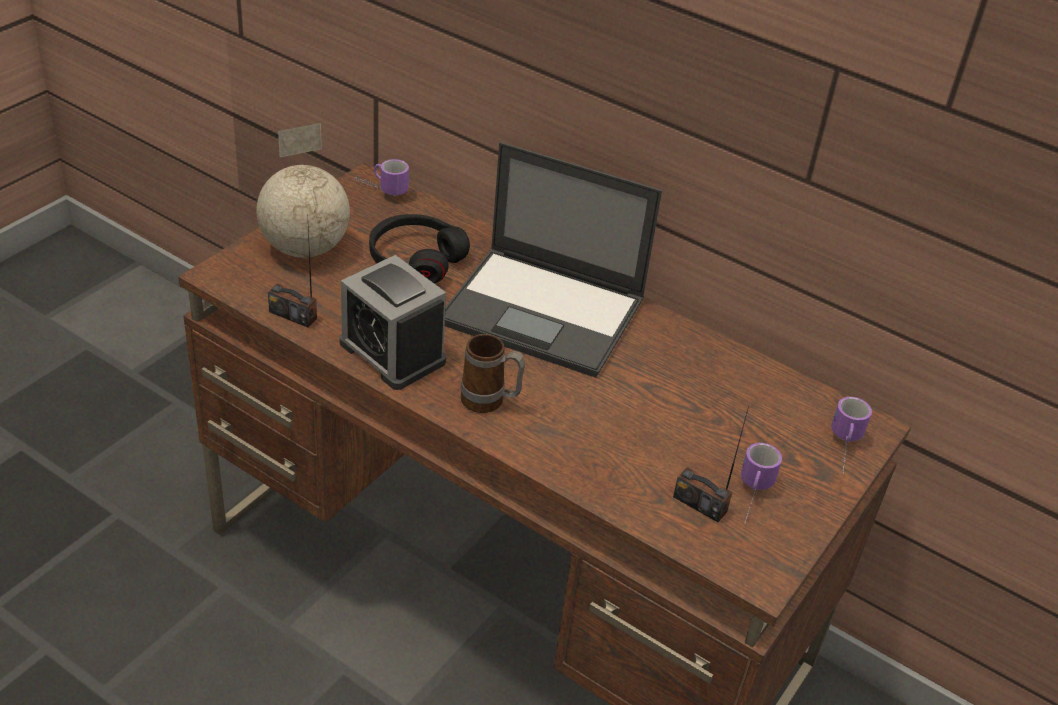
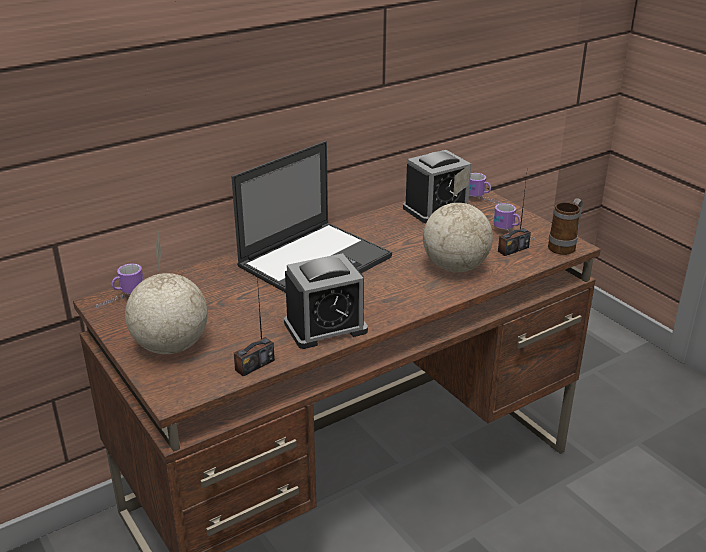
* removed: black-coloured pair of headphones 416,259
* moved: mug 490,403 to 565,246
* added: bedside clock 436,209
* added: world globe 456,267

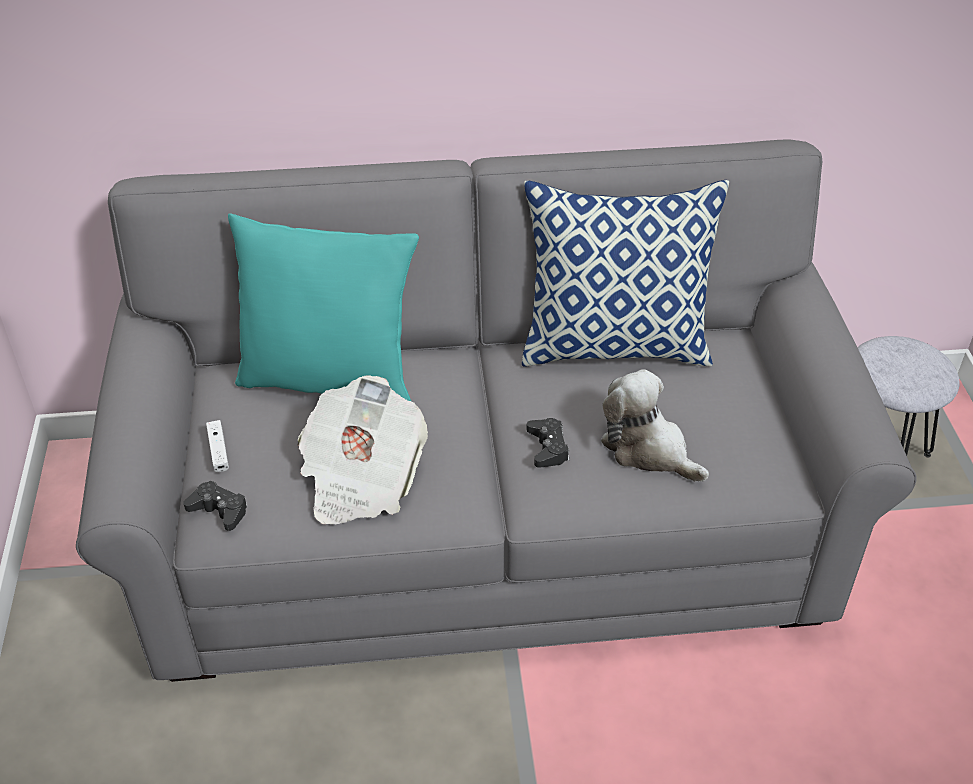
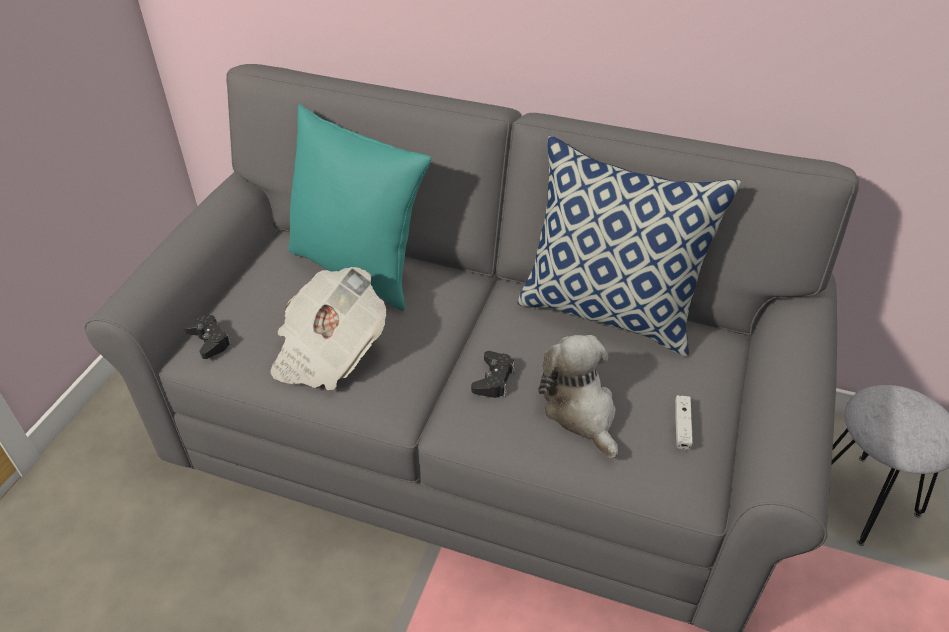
* moved: white game controller 218,451 to 682,426

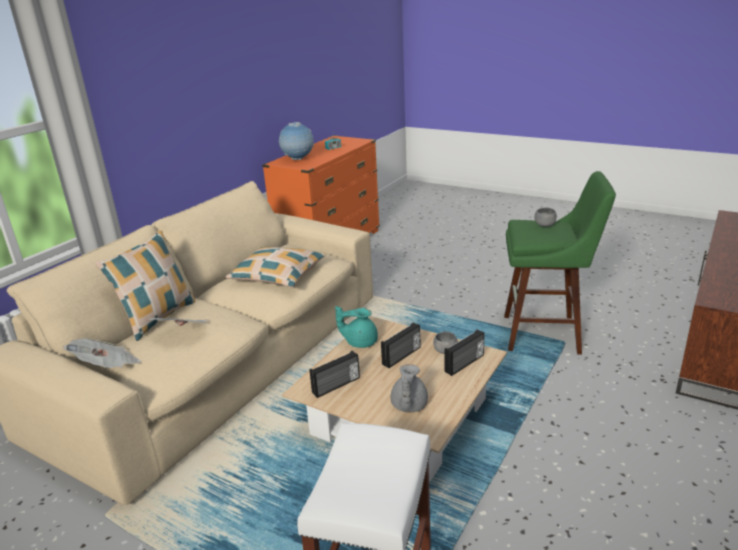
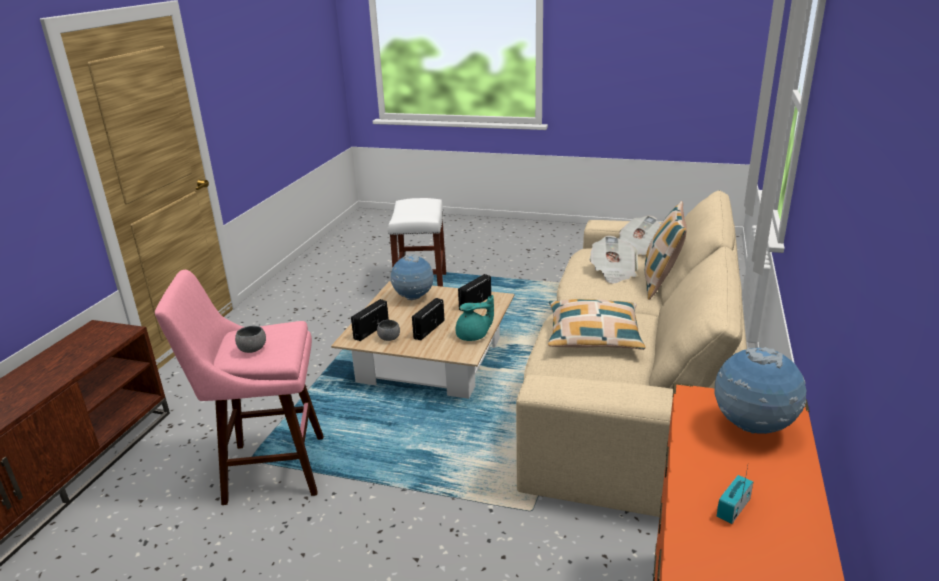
* replaced: greyish pot for tea 408,406 to world globe 413,298
* recoloured: greenish sitting stool 546,334 to pink sitting stool 268,469

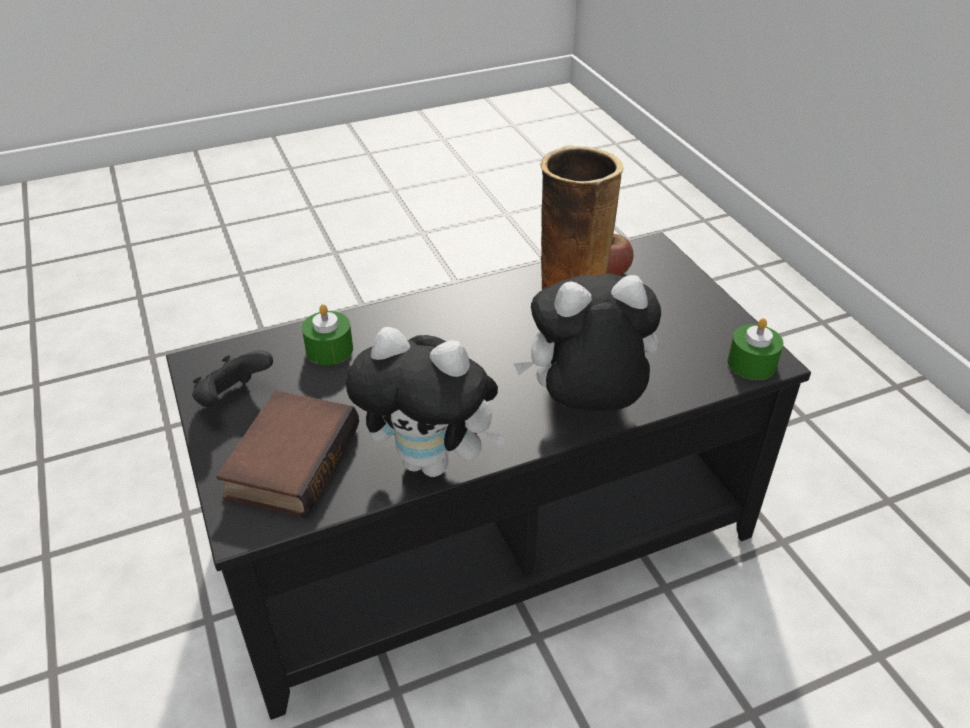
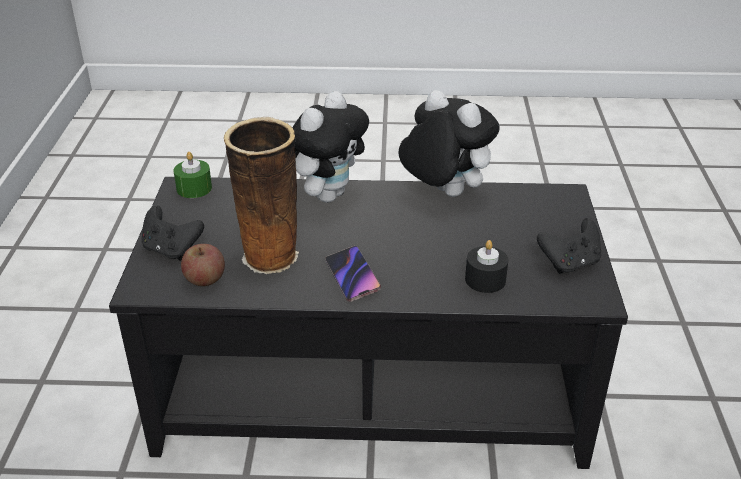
* removed: book 290,460
* recoloured: greenish wax candle 329,349 to black-coloured wax candle 485,279
* turned: plush toy 585,407 = 327,194 75 degrees counterclockwise
* added: black-coloured game controller 172,250
* added: telephone 352,277

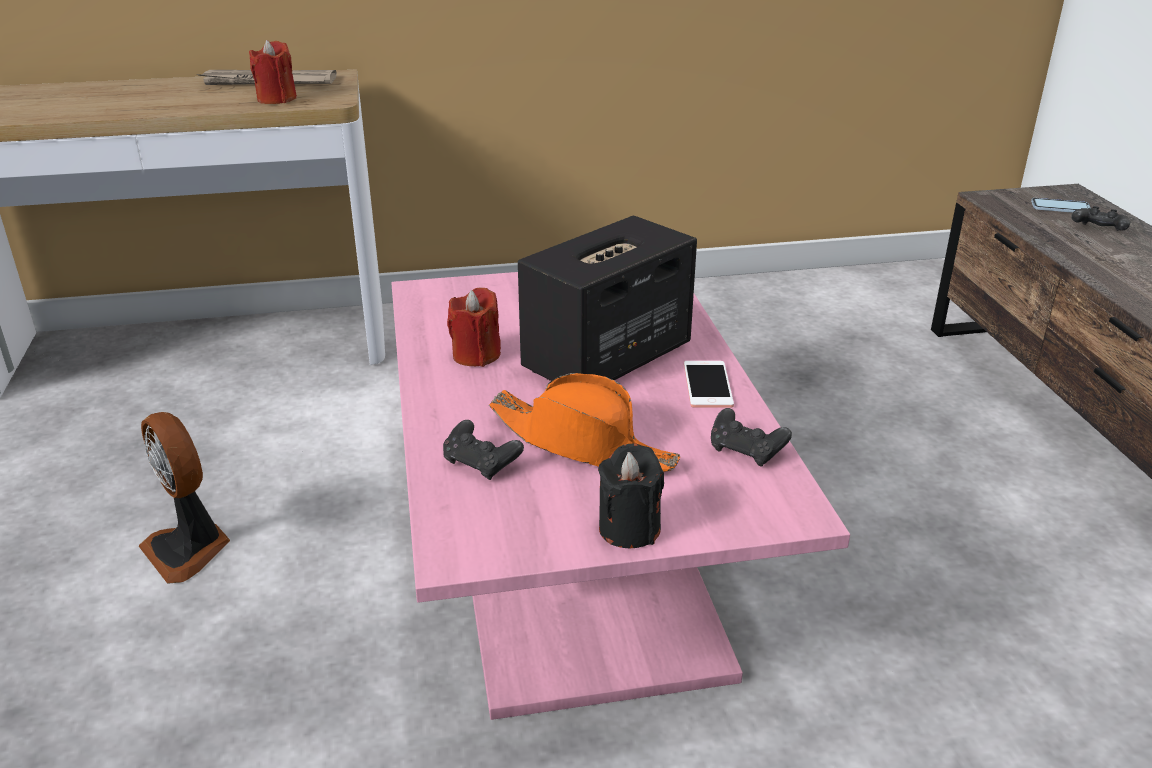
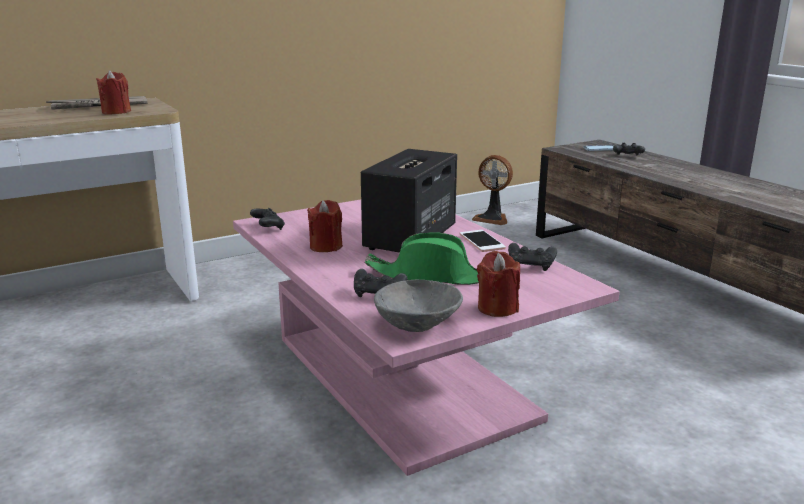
* moved: cooling fan 189,549 to 492,219
* recoloured: orange clothing hat 582,443 to greenish clothing hat 433,276
* recoloured: black-coloured wax candle 629,529 to red wax candle 497,308
* added: black-coloured game controller 268,227
* added: greyish deep dish 419,324

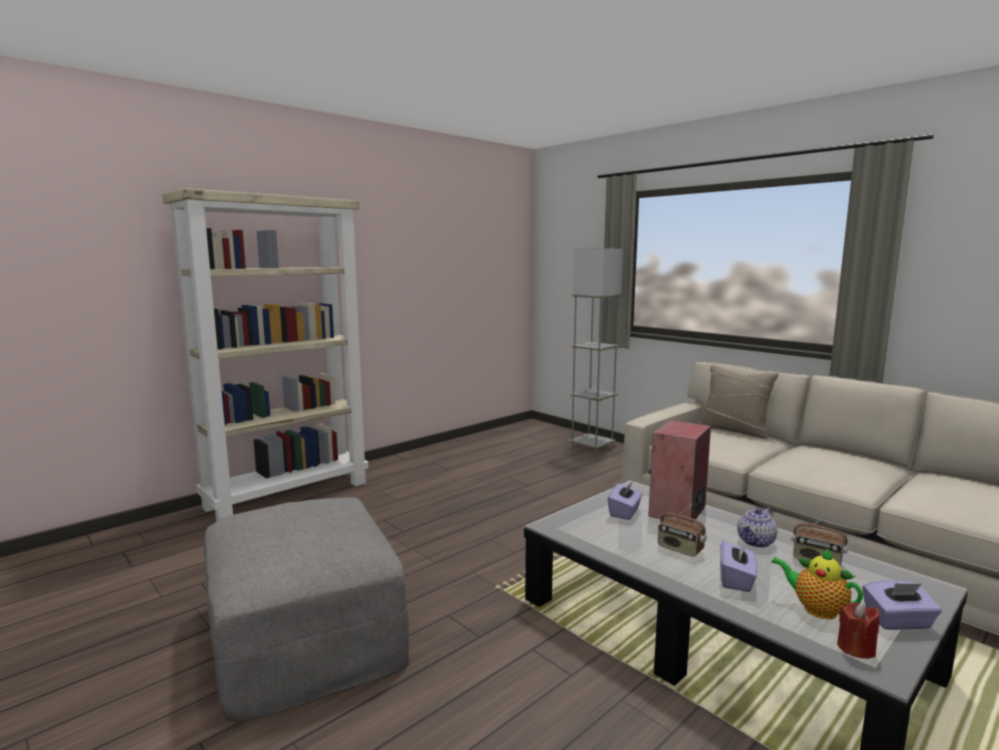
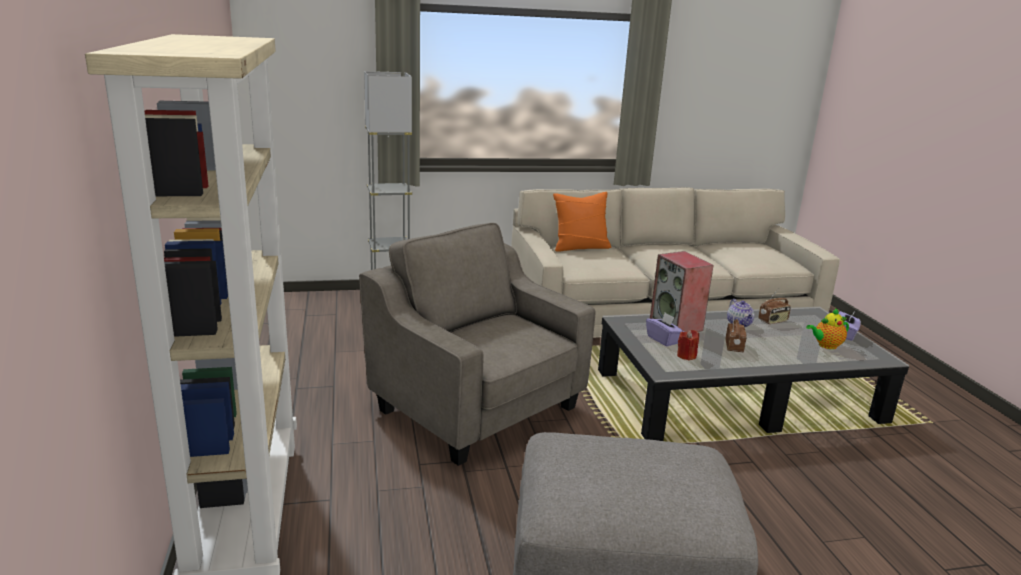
* turned: radio set 680,549 = 734,347 60 degrees counterclockwise
* recoloured: beige-coloured cushion 734,430 to orange cushion 580,247
* removed: purple-coloured tissue holder 736,580
* moved: red wax candle 856,648 to 686,356
* added: greyish lounge chair 478,408

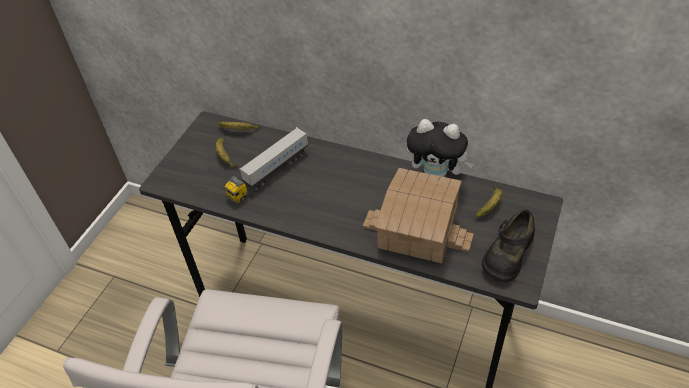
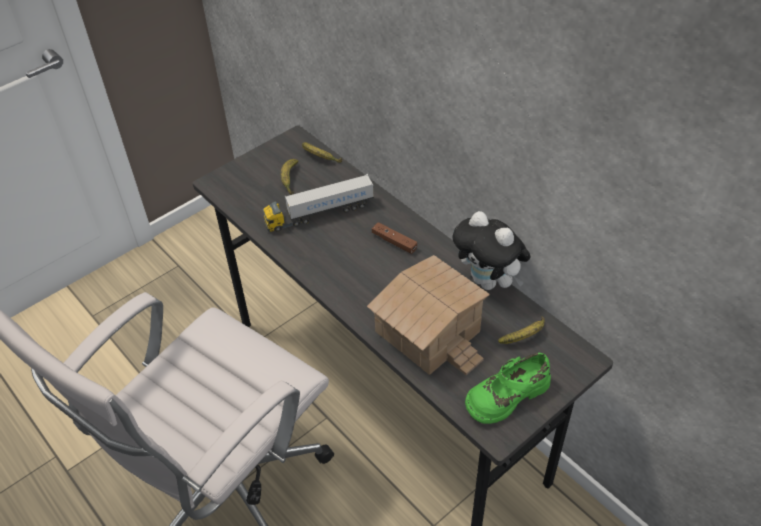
* recoloured: black-coloured low shoe 507,253 to greenish low shoe 506,395
* added: brownish game controller 394,242

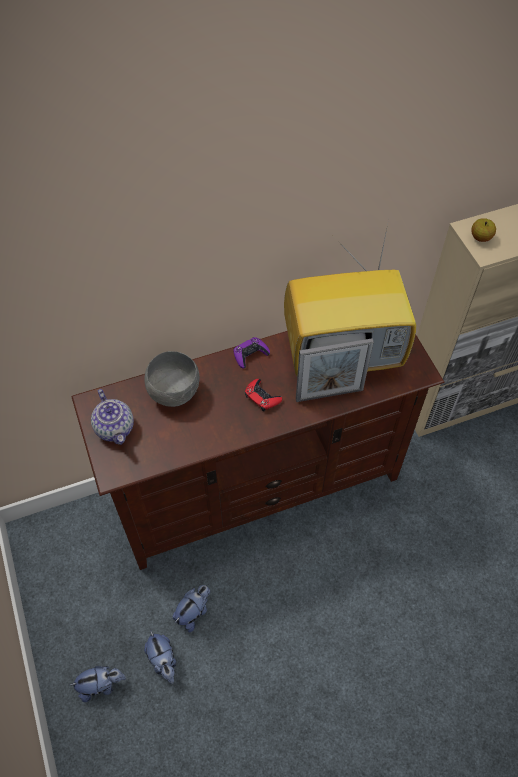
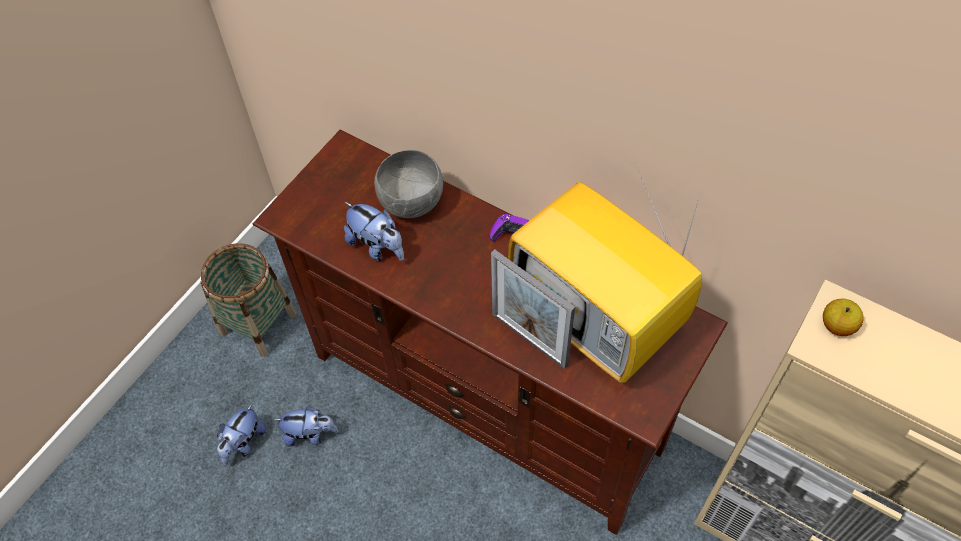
* moved: plush toy 101,685 to 377,247
* removed: pot for tea 115,428
* removed: red game controller 262,397
* added: storage basket 258,323

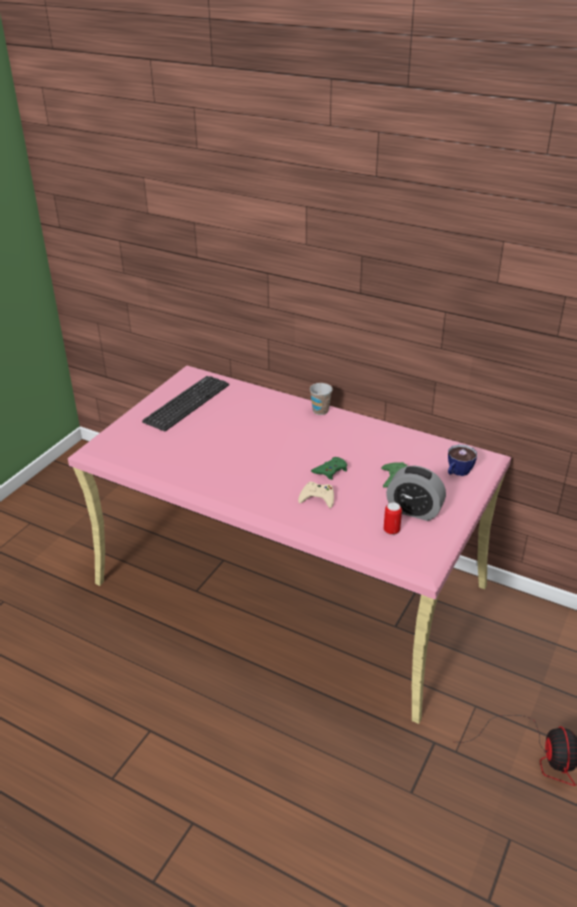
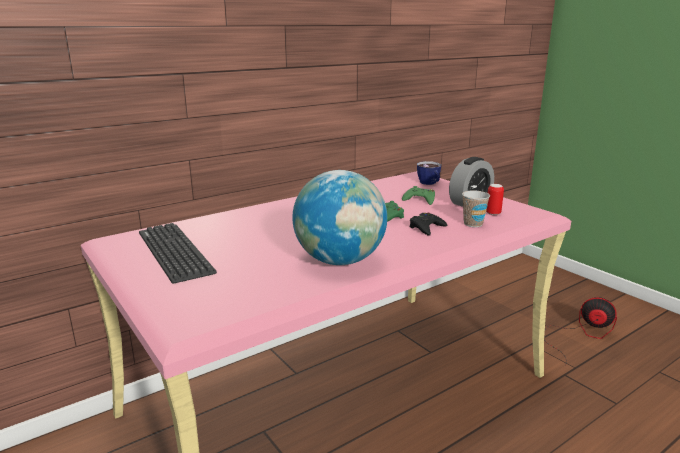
* recoloured: beige-coloured game controller 317,498 to black-coloured game controller 426,228
* moved: cup 320,411 to 473,224
* added: world globe 340,261

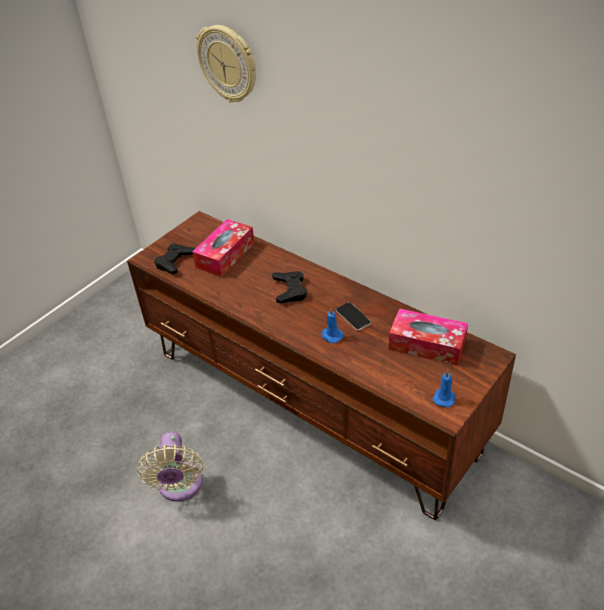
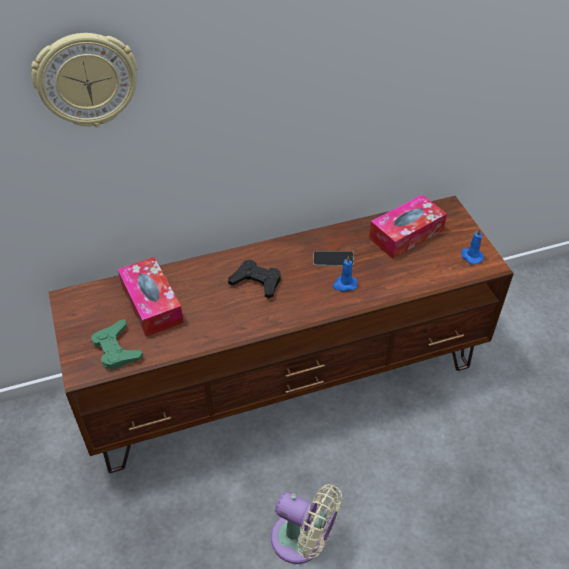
* recoloured: black-coloured game controller 175,261 to greenish game controller 116,349

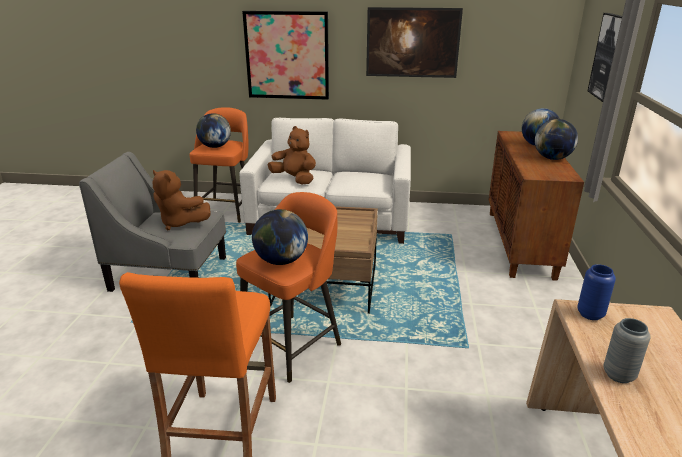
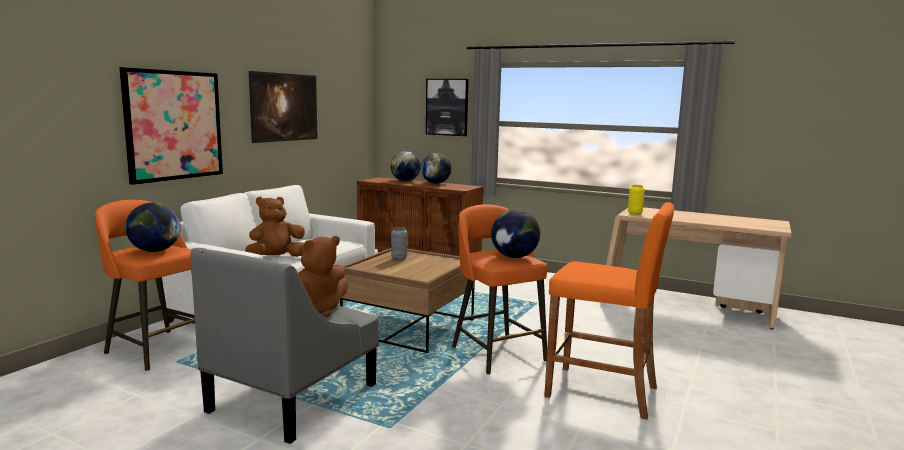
* recoloured: blue decorative vase 590,314 to yellowish decorative vase 635,213
* moved: greyish decorative vase 618,375 to 399,258

